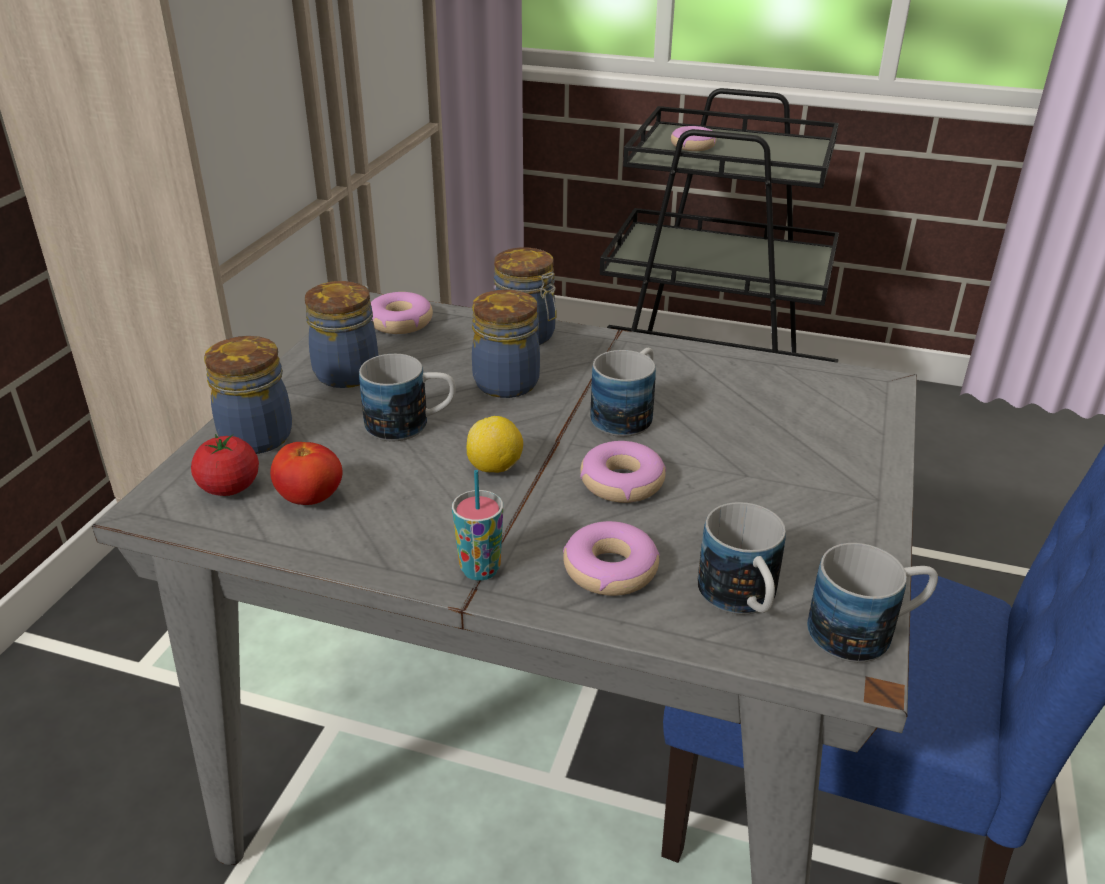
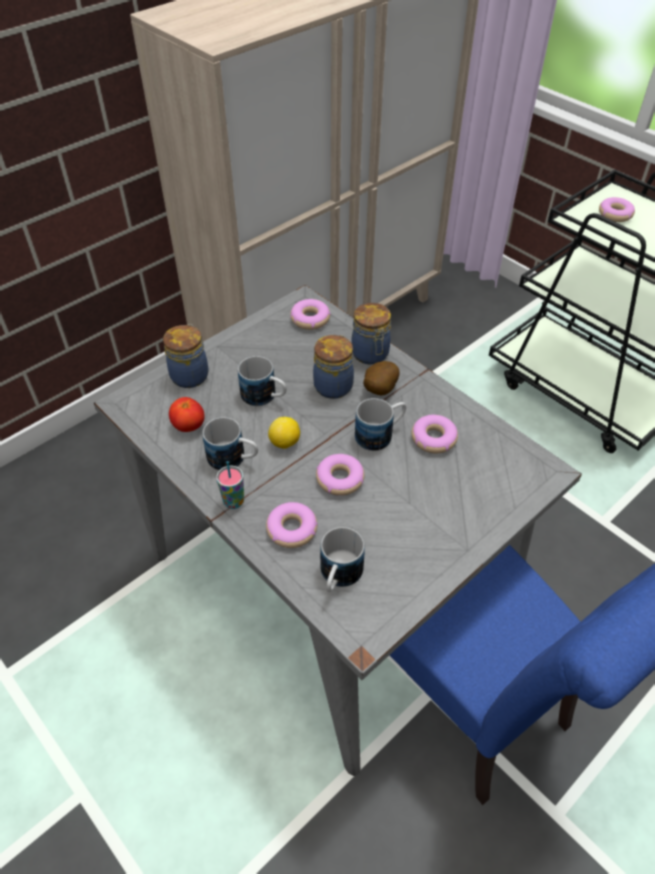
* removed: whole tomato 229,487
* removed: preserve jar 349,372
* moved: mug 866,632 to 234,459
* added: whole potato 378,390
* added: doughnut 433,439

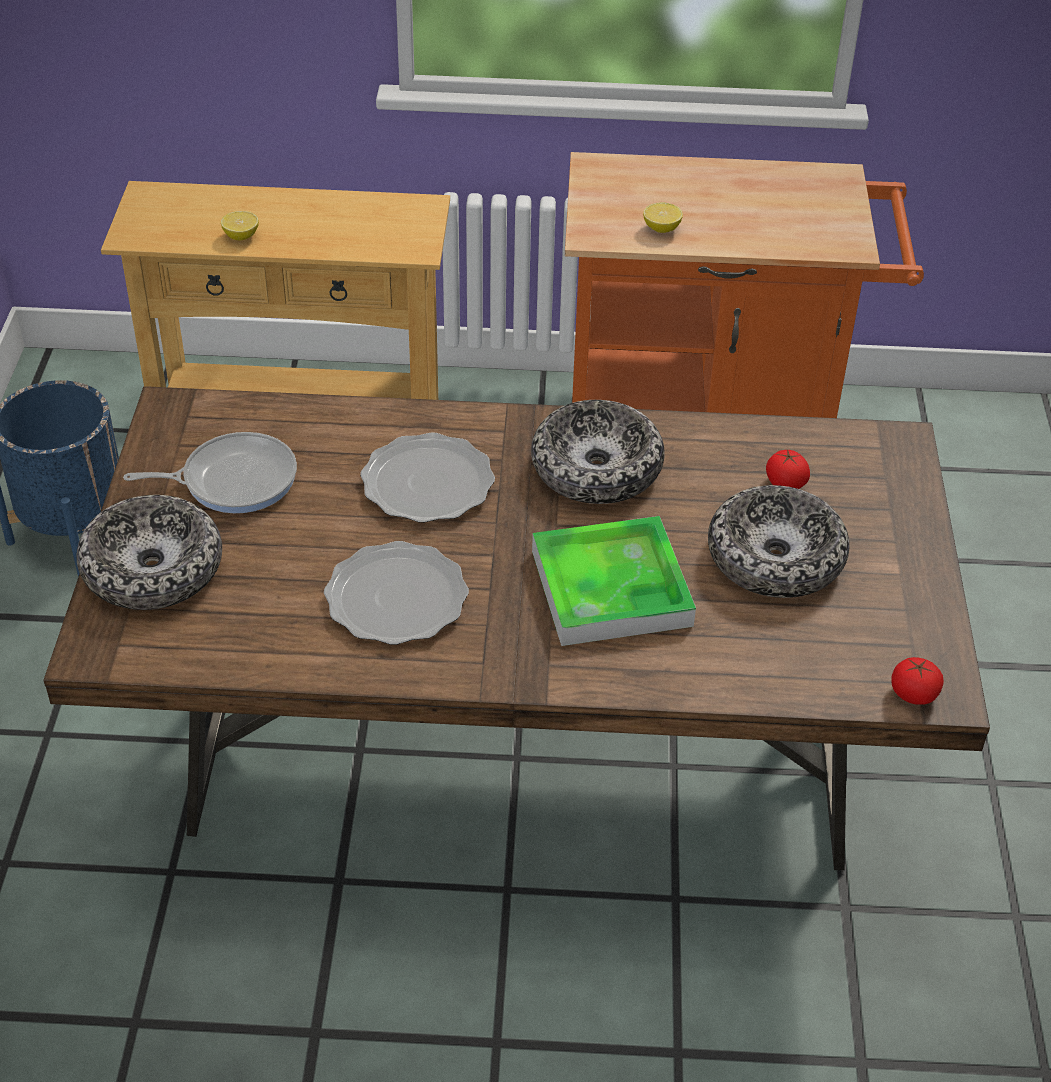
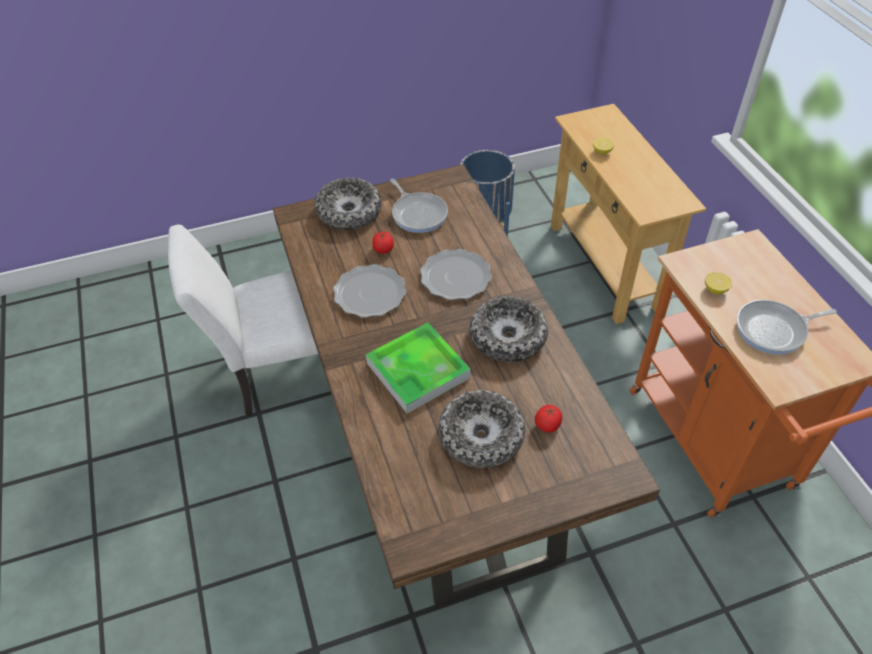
* moved: whole tomato 913,694 to 383,249
* added: white plain chair 279,374
* added: skillet 774,330

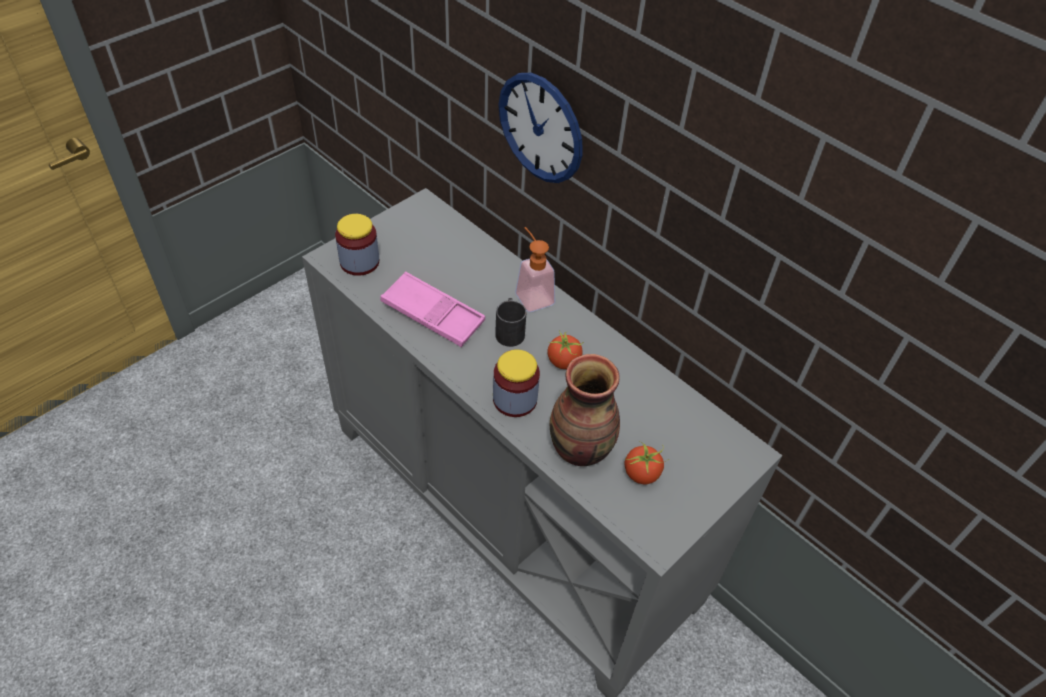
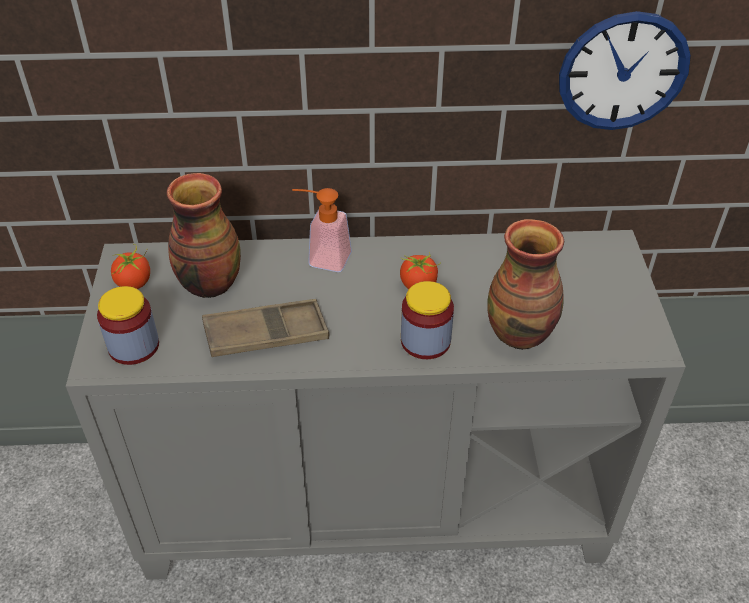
* recoloured: pink serving tray 433,314 to brownish serving tray 266,334
* removed: black-coloured mug 509,330
* moved: hanging clock 540,128 to 623,72
* moved: whole tomato 641,474 to 134,283
* added: decorative vase 209,284

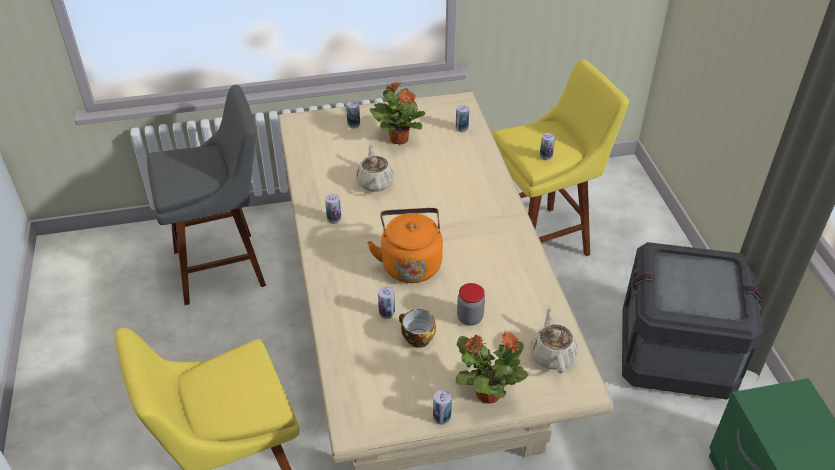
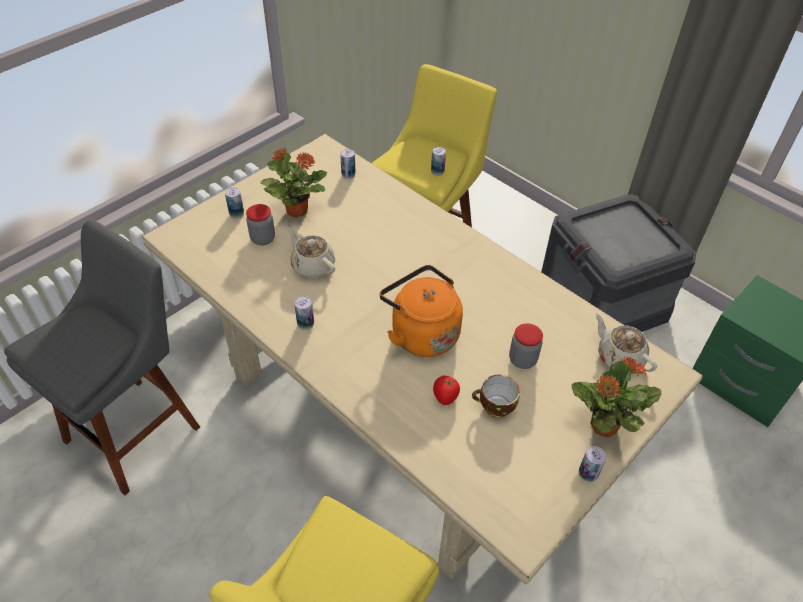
* replaced: metal can 386,313 to whole tomato 445,396
* added: preserve jar 263,239

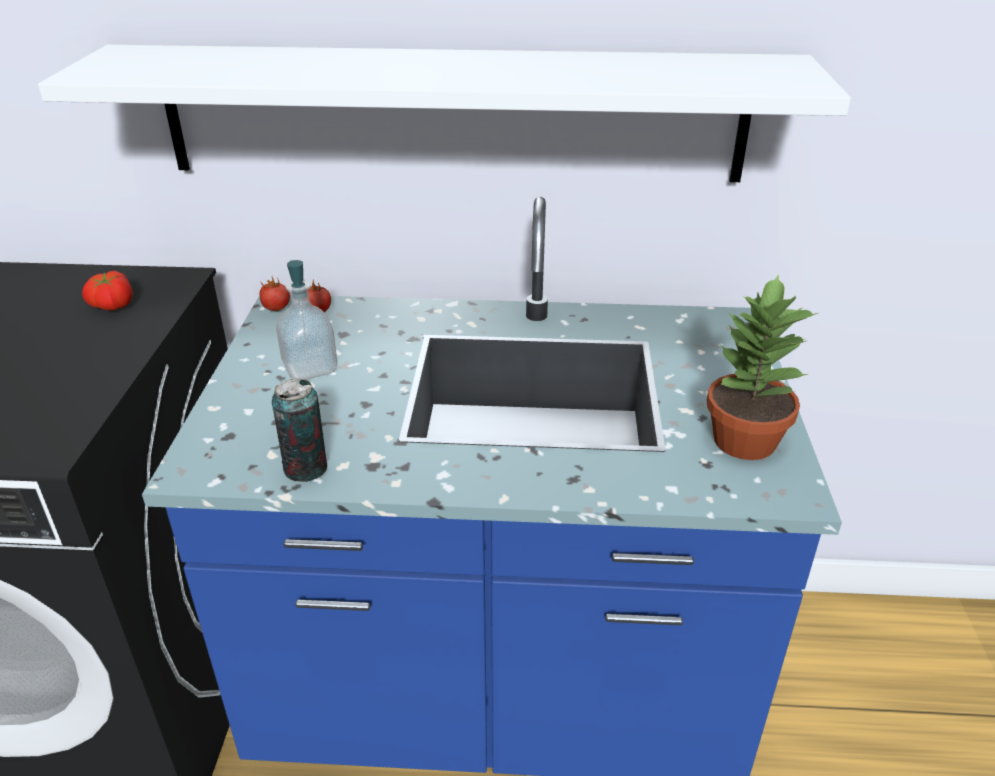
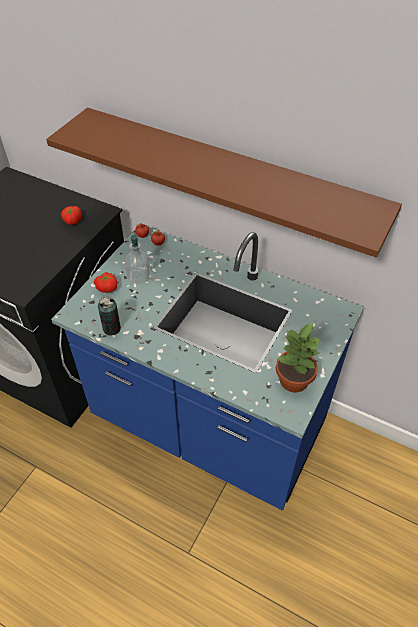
* recoloured: white bracket shelf 453,114 to brownish bracket shelf 228,177
* added: whole tomato 107,287

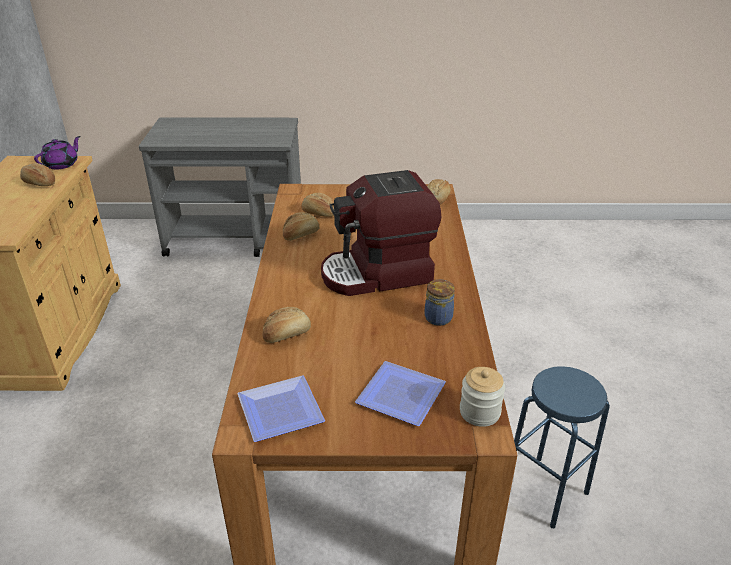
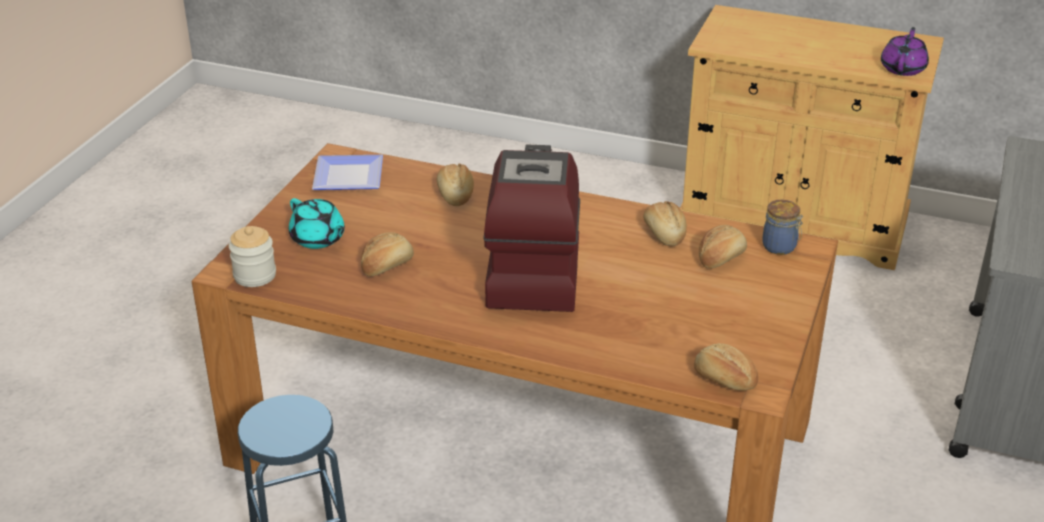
* moved: bakery bread 39,183 to 386,265
* turned: purple-coloured pot for tea 62,164 = 903,68 120 degrees counterclockwise
* replaced: plate 399,393 to turquoise-coloured pot for tea 318,239
* moved: preserve jar 438,317 to 780,247

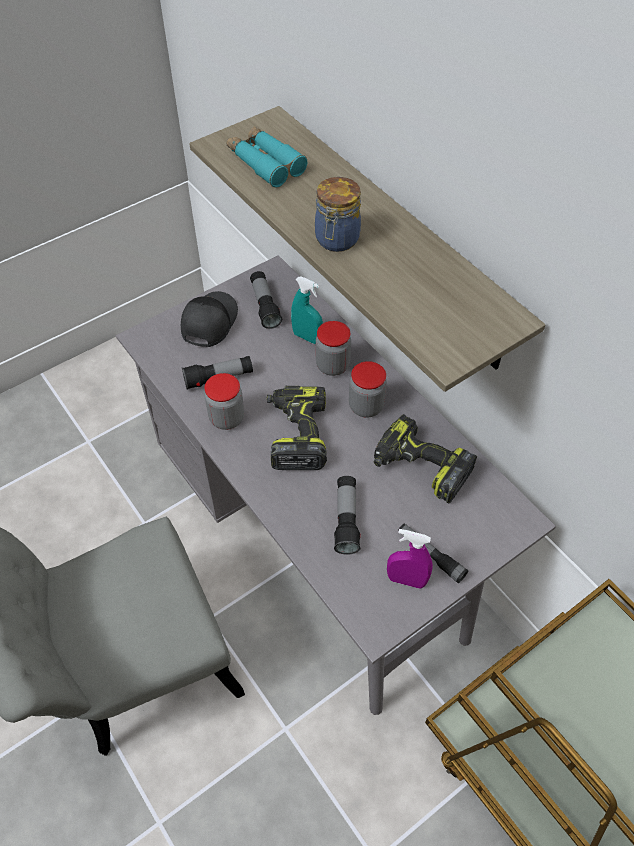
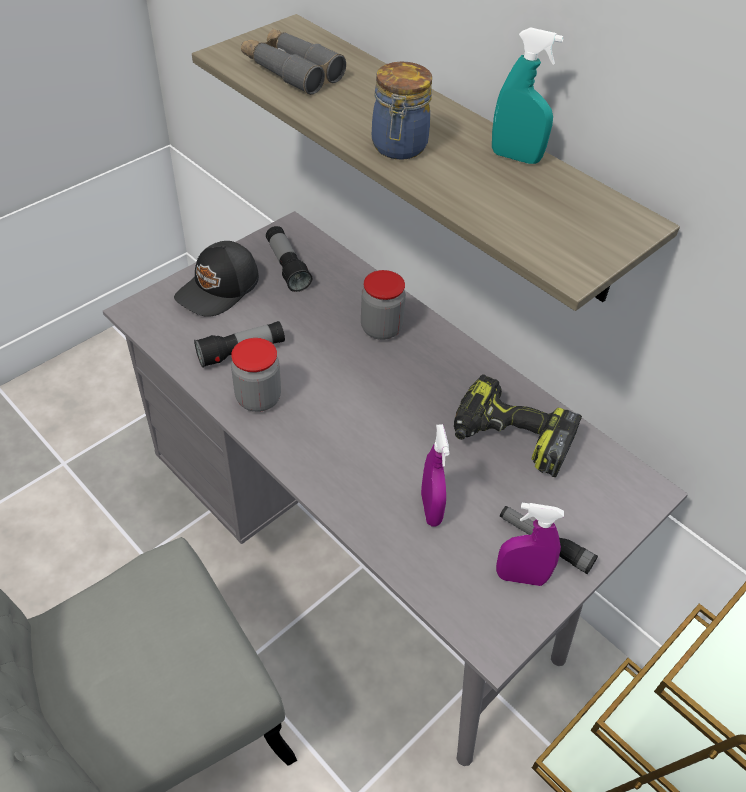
* turned: black-coloured cap 208,322 = 219,289 150 degrees counterclockwise
* recoloured: turquoise-coloured binoculars 265,163 to greyish binoculars 292,71
* removed: electric drill 296,434
* moved: turquoise-coloured spray bottle 307,337 to 515,157
* replaced: flashlight 346,519 to purple-coloured spray bottle 430,509
* removed: preserve jar 366,406

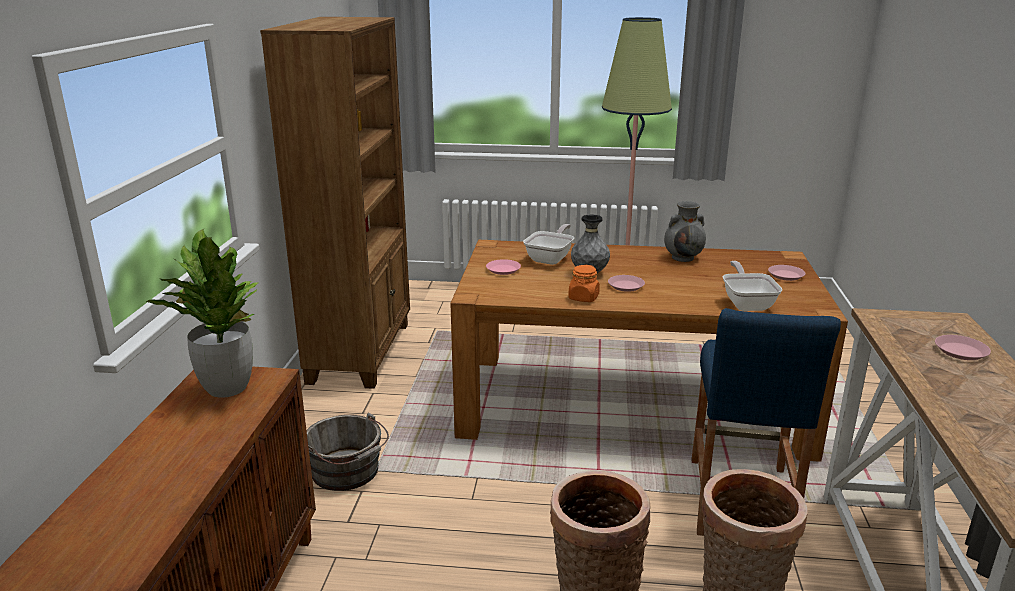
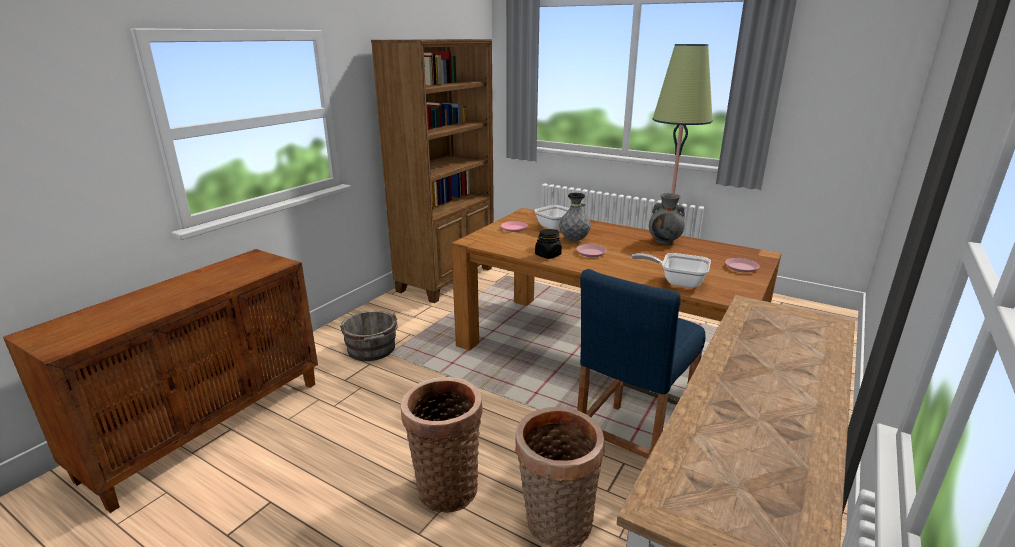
* removed: houseplant 226,388
* recoloured: orange preserve jar 583,298 to black-coloured preserve jar 548,255
* turned: skillet 747,303 = 677,281 90 degrees counterclockwise
* removed: pink plate 960,351

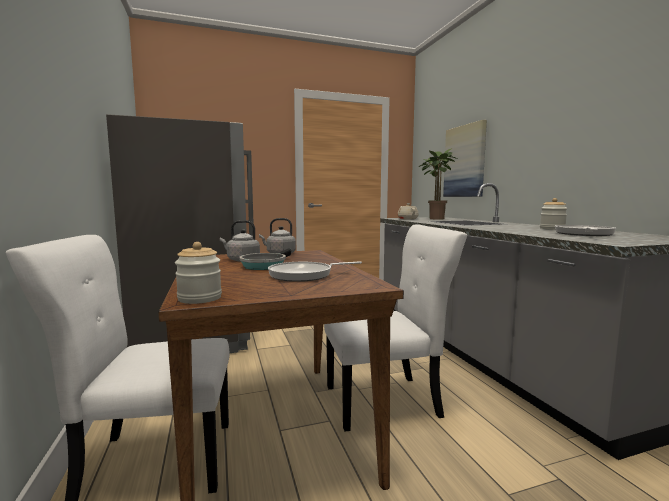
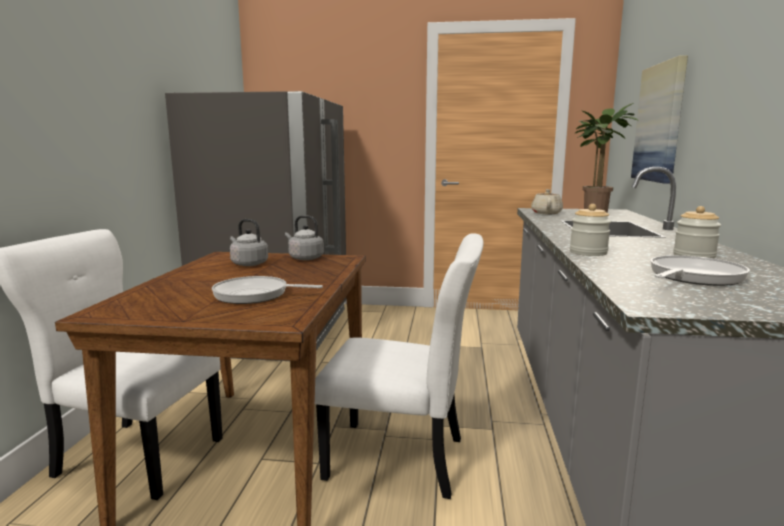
* moved: preserve jar 200,298 to 588,252
* removed: skillet 265,265

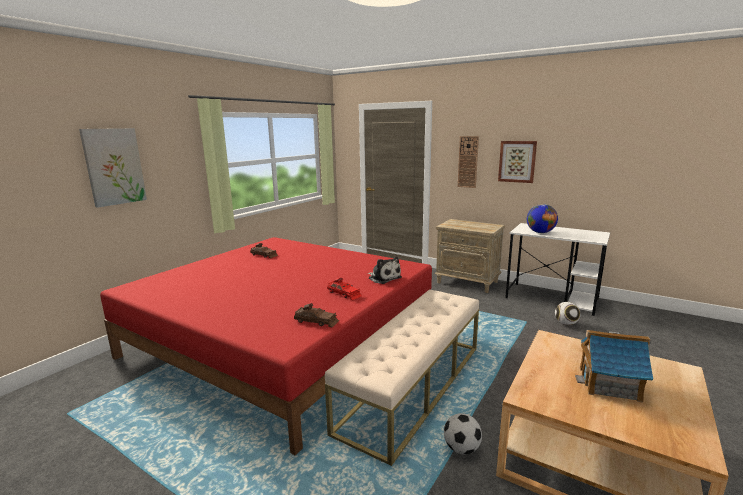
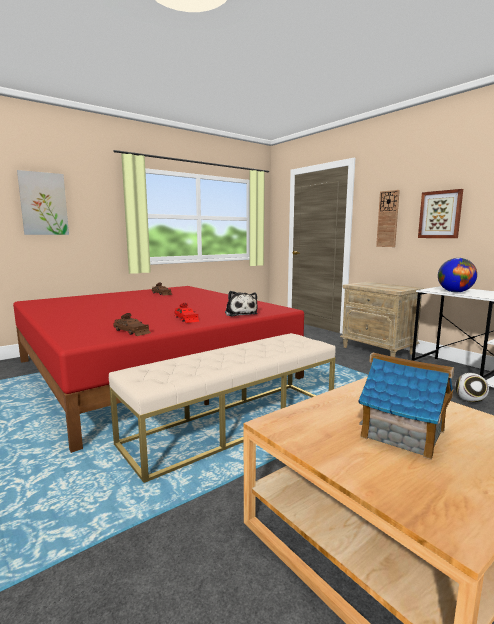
* removed: football ball 461,448

